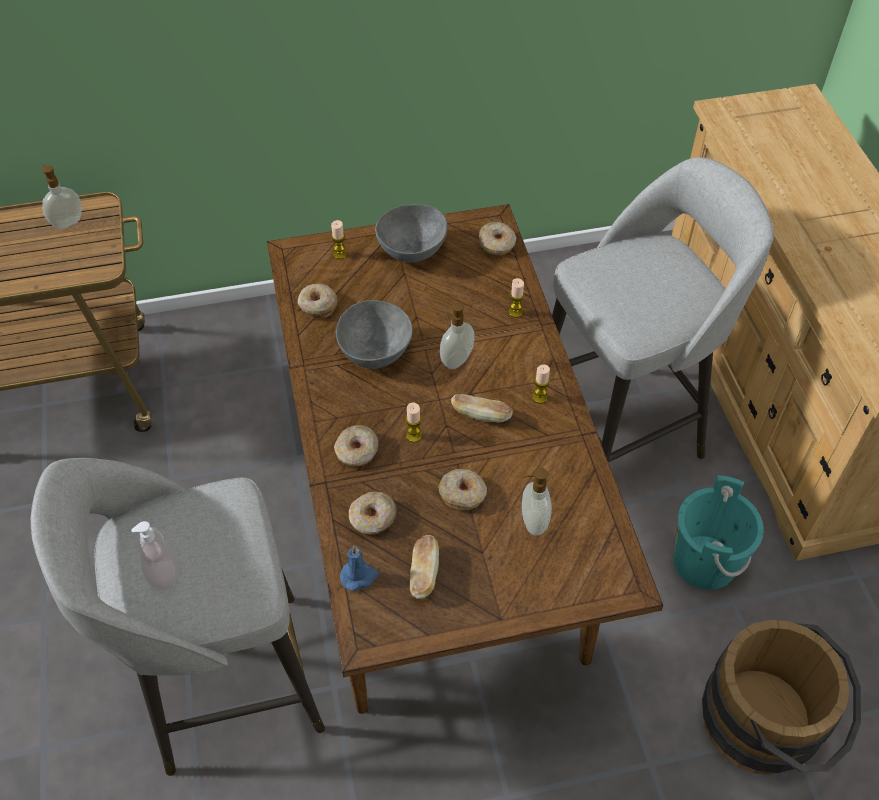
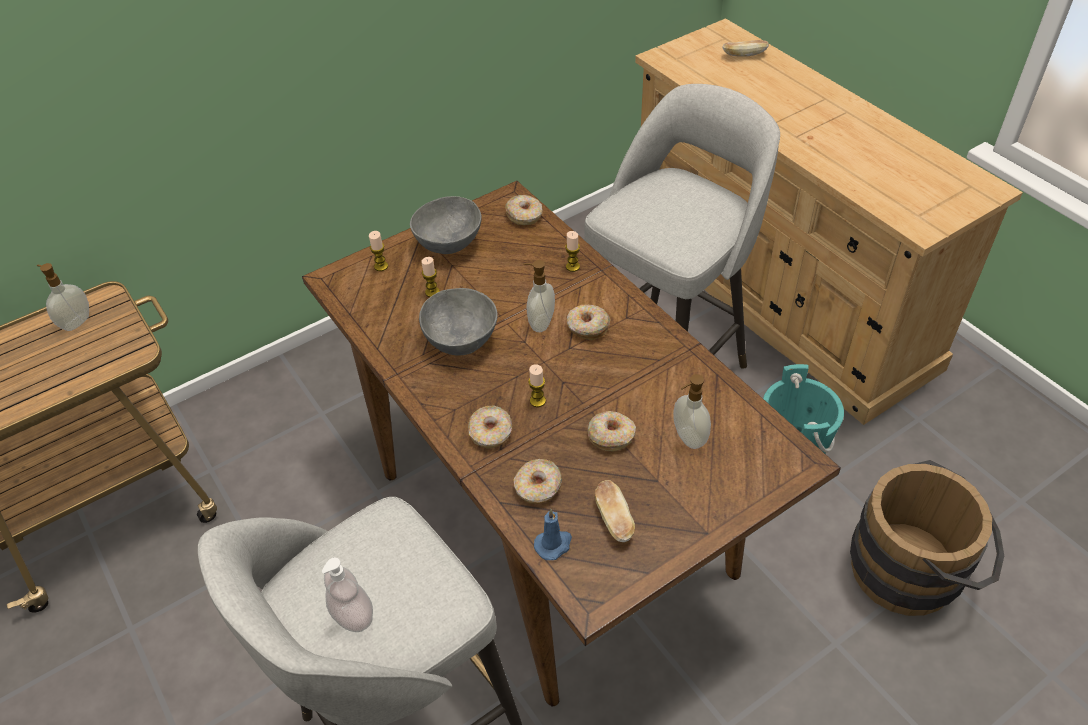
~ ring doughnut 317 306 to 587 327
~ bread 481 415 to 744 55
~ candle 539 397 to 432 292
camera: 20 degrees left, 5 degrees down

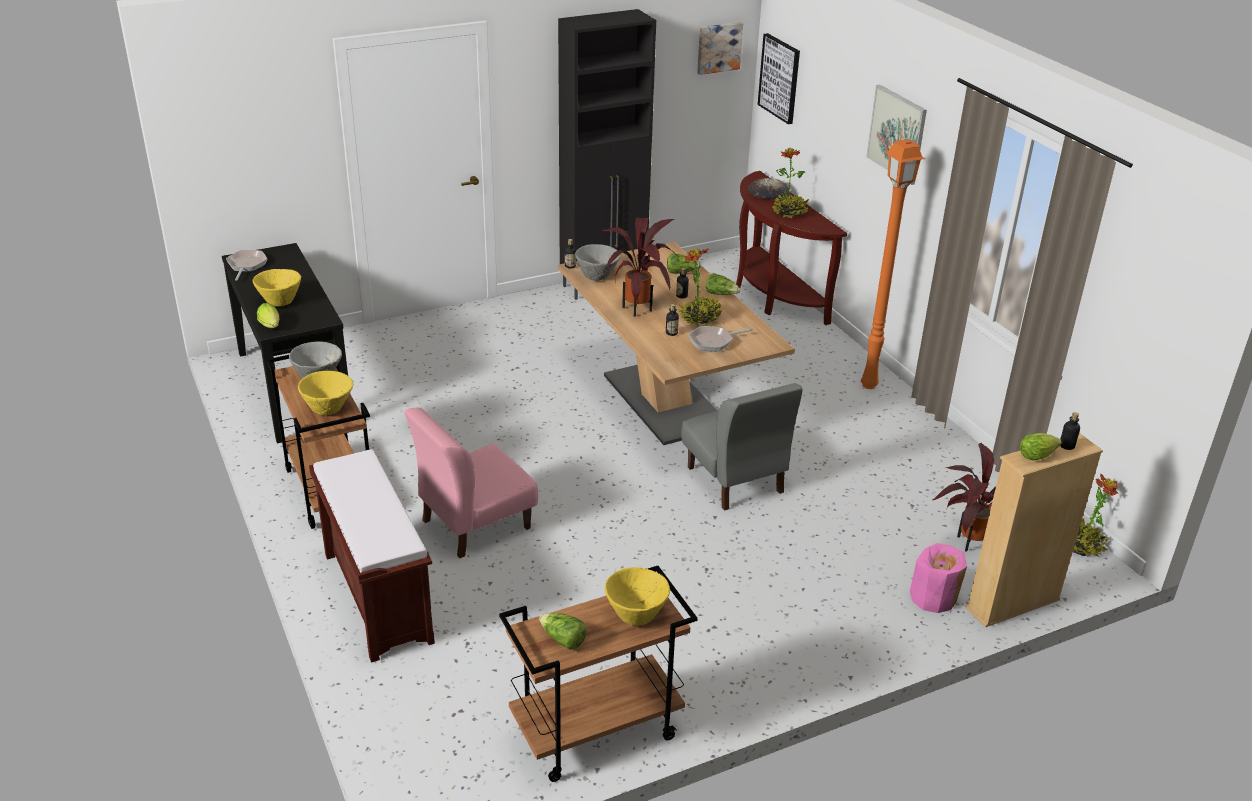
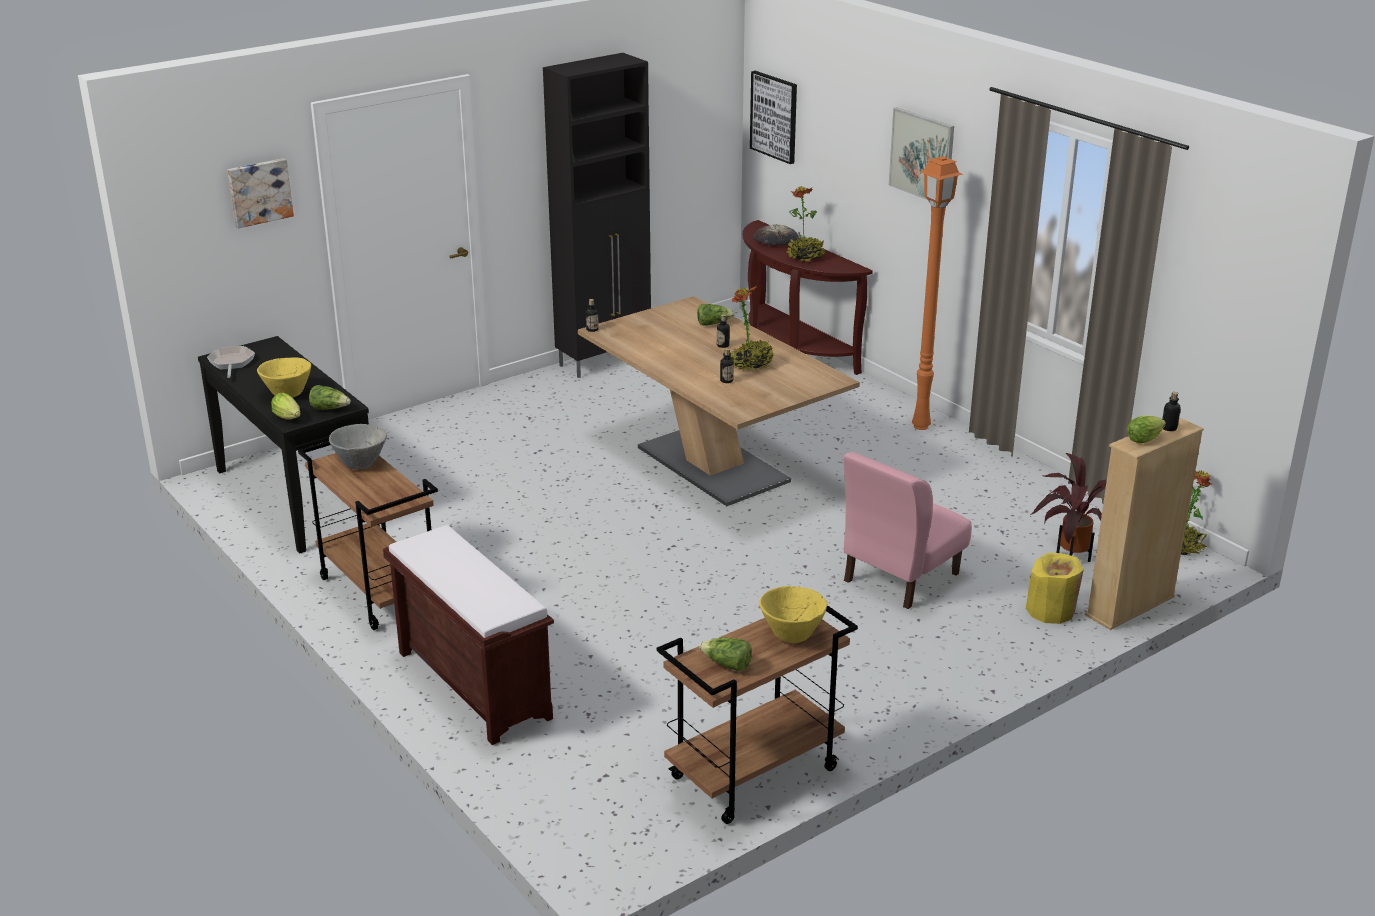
- yellowish deep dish 328 409
- gray deep dish 597 276
- houseplant 640 309
- gray plain chair 735 480
- frying pan 714 342
~ pink plain chair 475 524 to 900 577
~ wall art 718 47 to 259 192
~ lettuce 721 294 to 330 408
~ pink decorative vase 934 597 to yellowish decorative vase 1051 610
camera: 10 degrees left, 5 degrees down

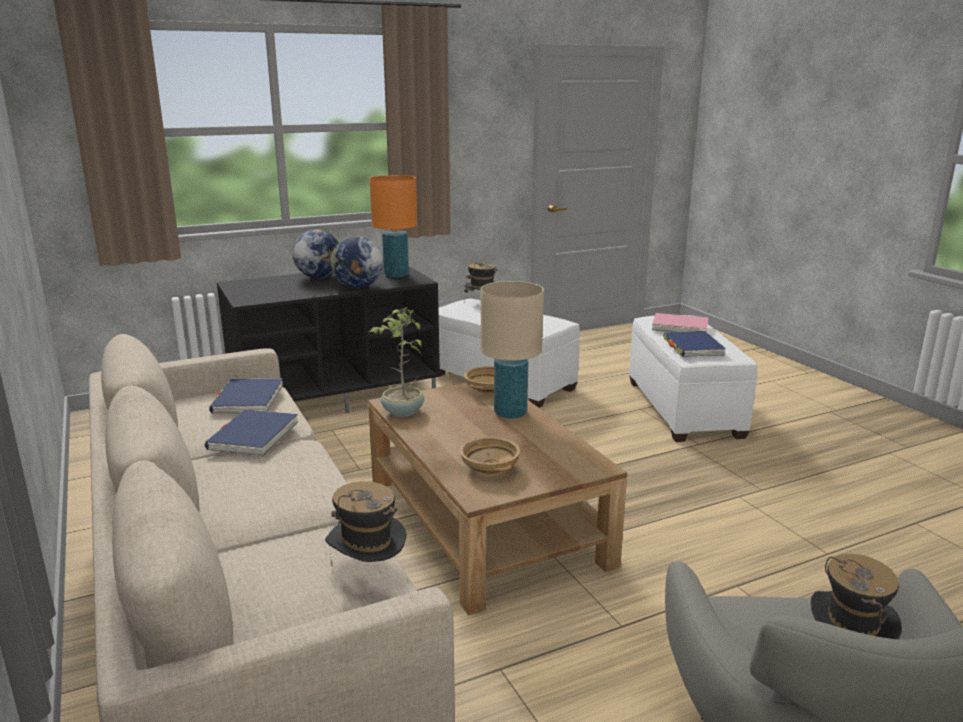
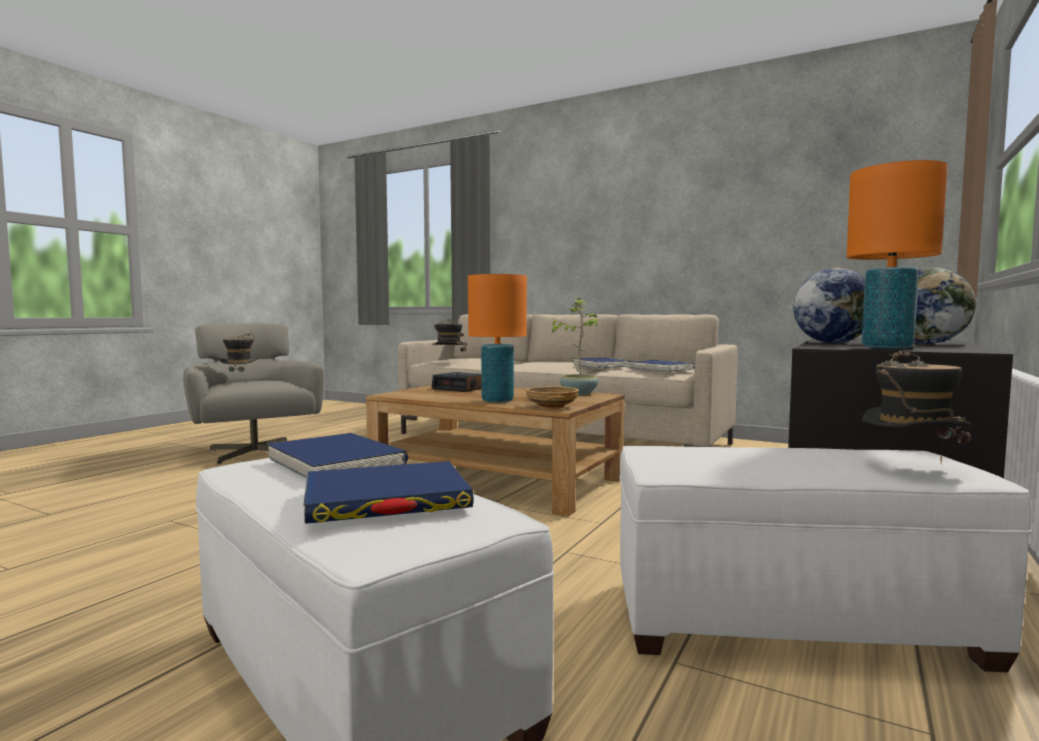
~ beige deep dish 489 467 to alarm clock 461 388
~ beige lamp for a table 510 413 to orange lamp for a table 498 401
~ pink volume 680 327 to blue volume 386 500
camera: 145 degrees right, 15 degrees down

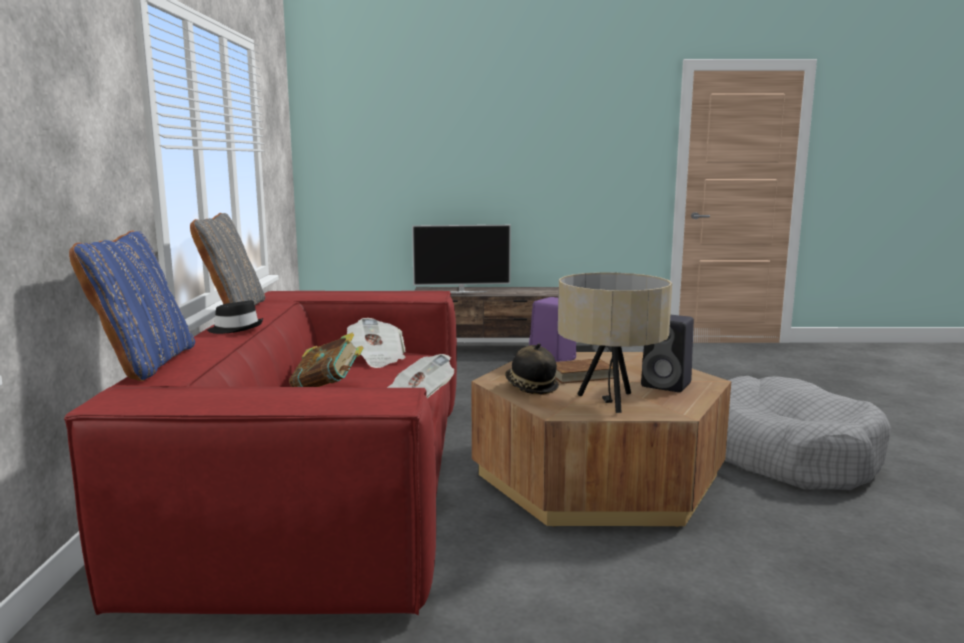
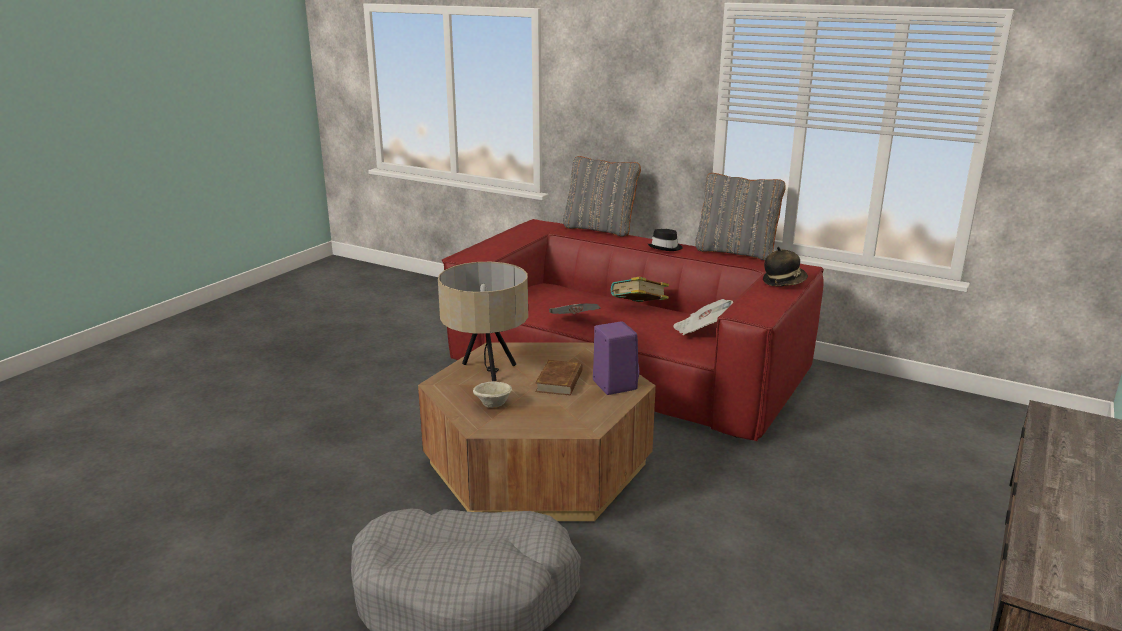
- TV 461 292
~ hat 530 387 to 783 282
~ black-coloured audio speaker 668 385 to beige deep dish 492 405
~ blue cushion 144 364 to gray cushion 600 229
camera: 120 degrees right, 10 degrees up

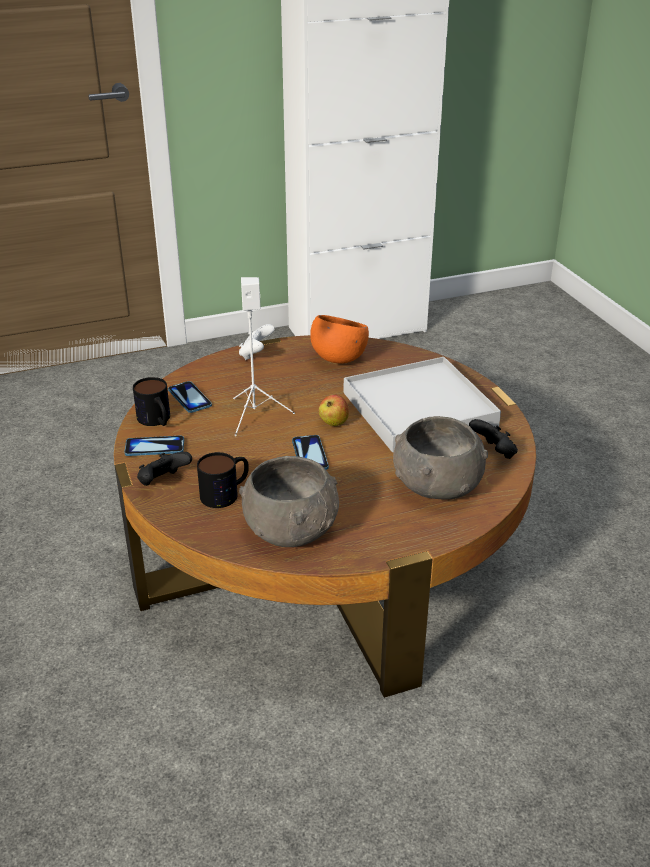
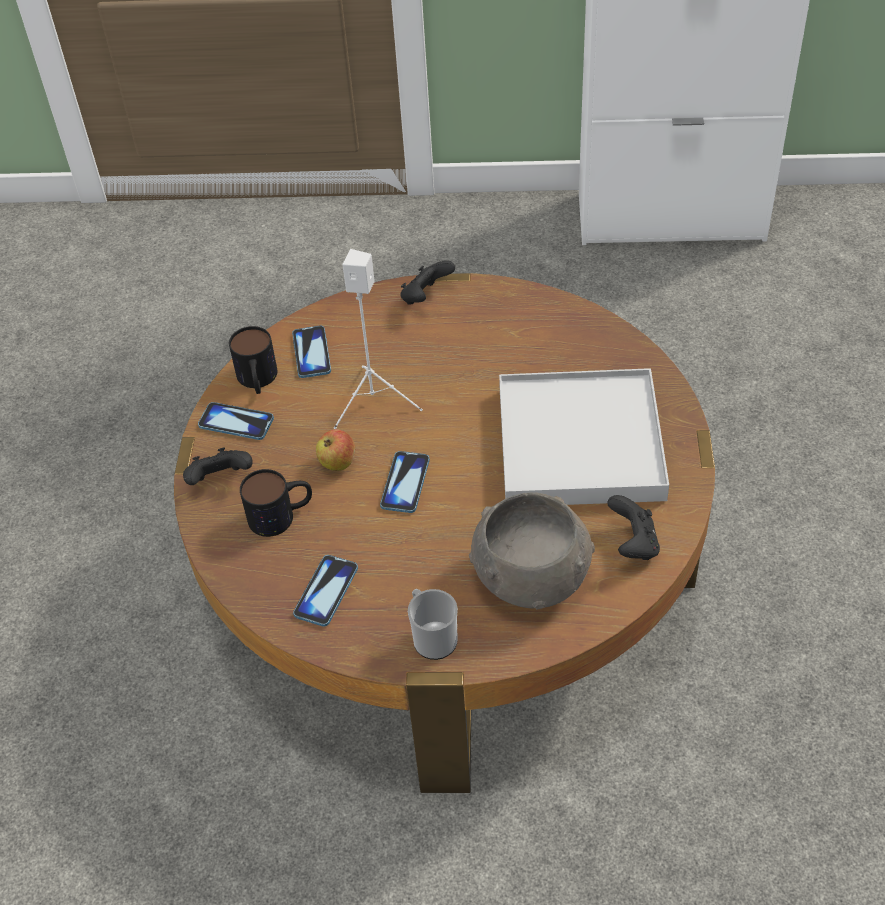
- orange deep dish 338 359
+ tea mug 432 637
~ apple fruit 333 422 to 337 462
~ gray deep dish 291 529 to phone 326 591
~ whitish game controller 256 354 to black-coloured game controller 426 297
camera: 25 degrees right, 15 degrees up

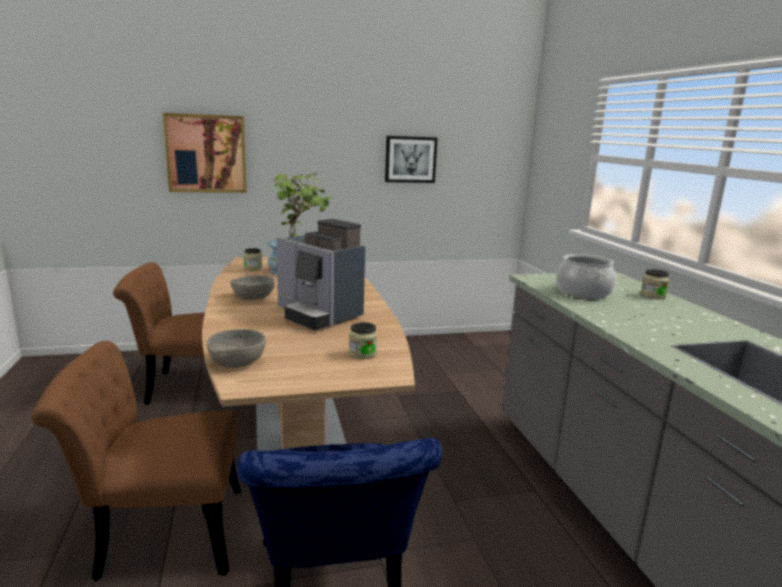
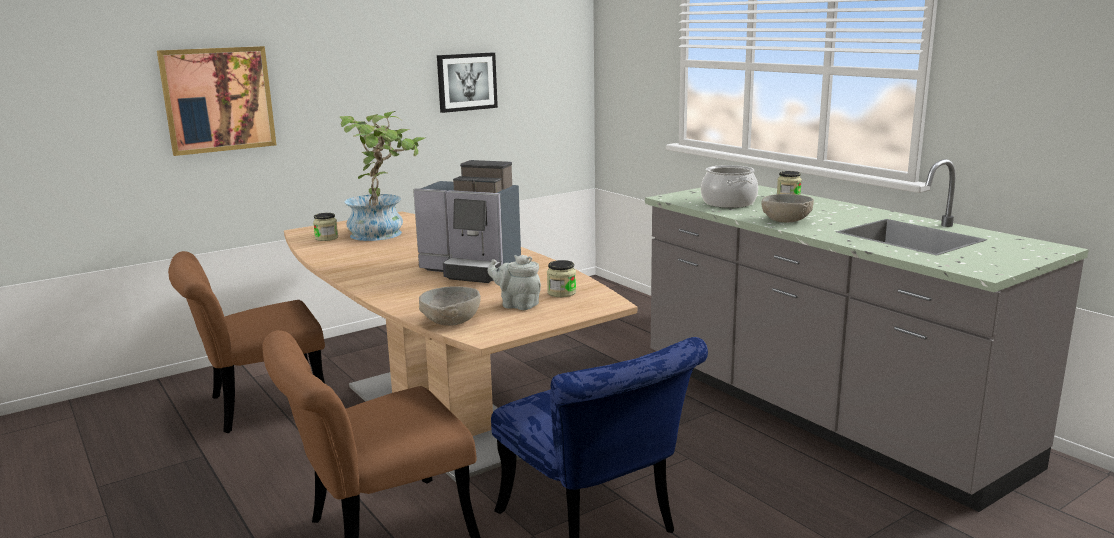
+ gray pot for tea 517 305
~ gray deep dish 253 297 to 786 220
camera: 20 degrees left, 0 degrees up

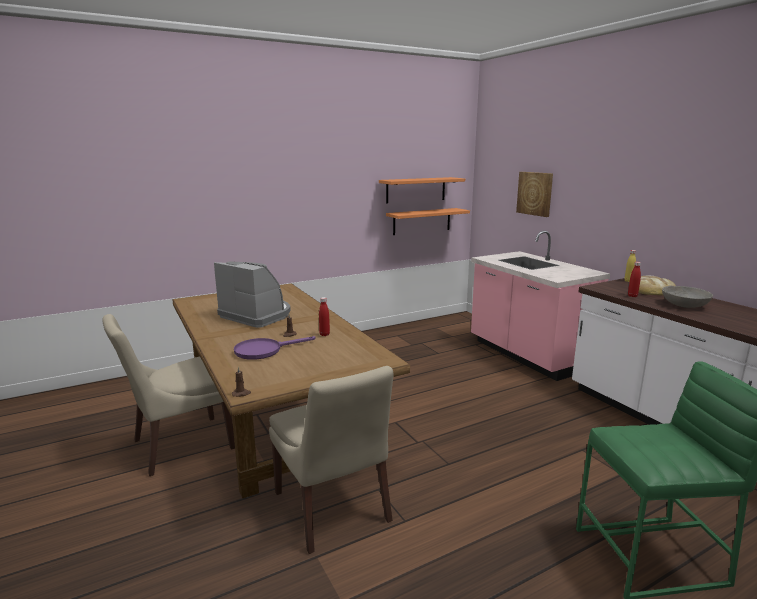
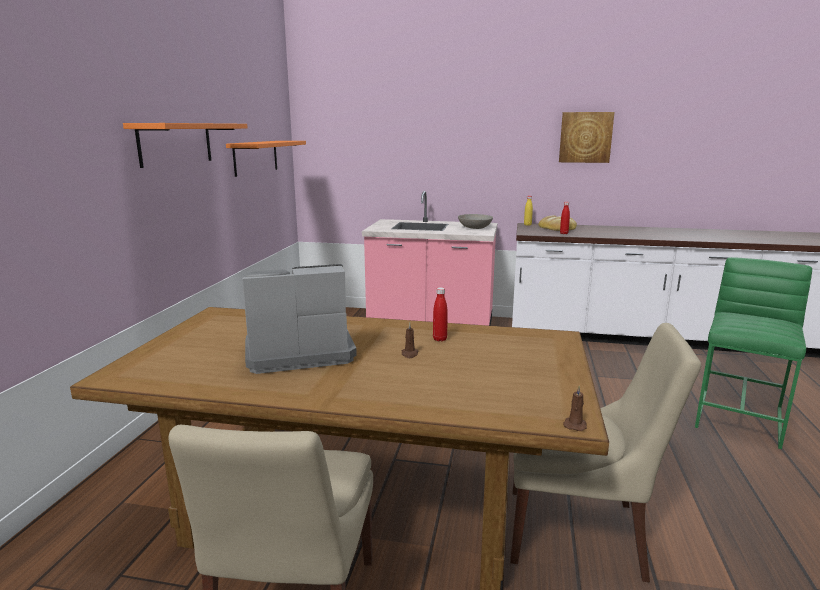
- purplish frying pan 264 350
~ orange bracket shelf 422 221 to 176 143
~ wall art 535 193 to 585 137
~ gray deep dish 684 305 to 474 227
camera: 50 degrees left, 0 degrees up

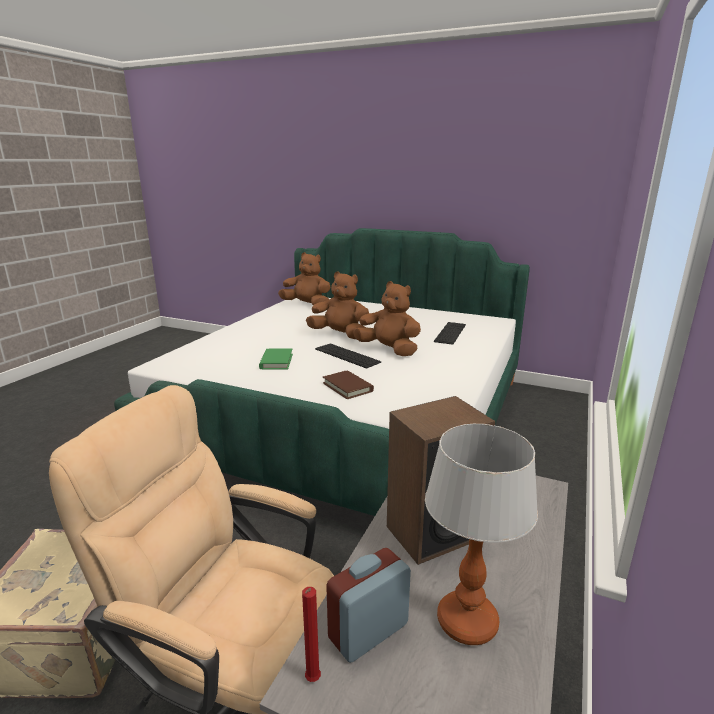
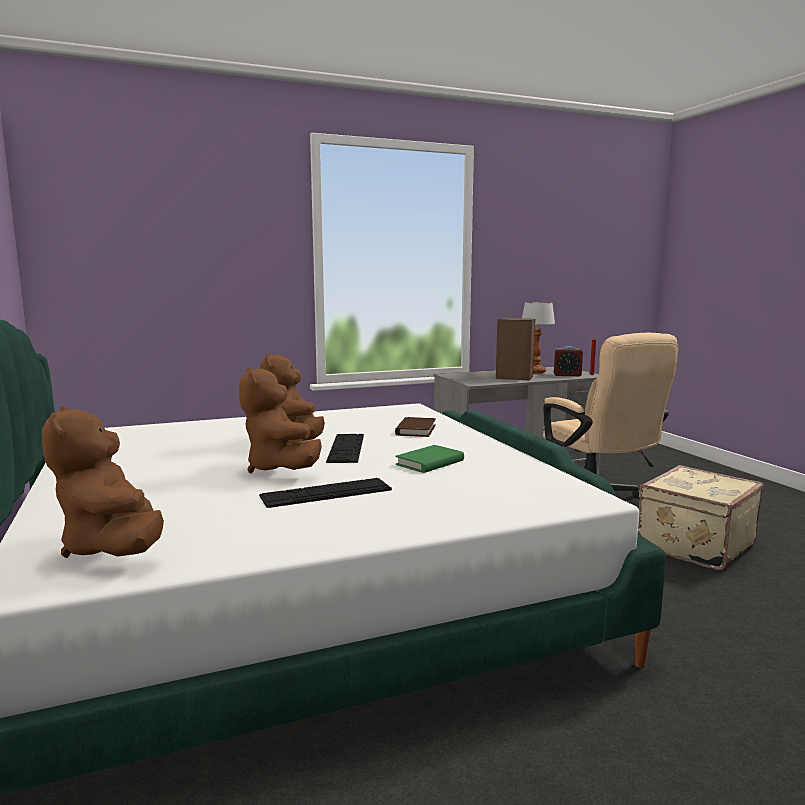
~ computer keyboard 450 333 to 326 493
camera: 135 degrees left, 10 degrees down

